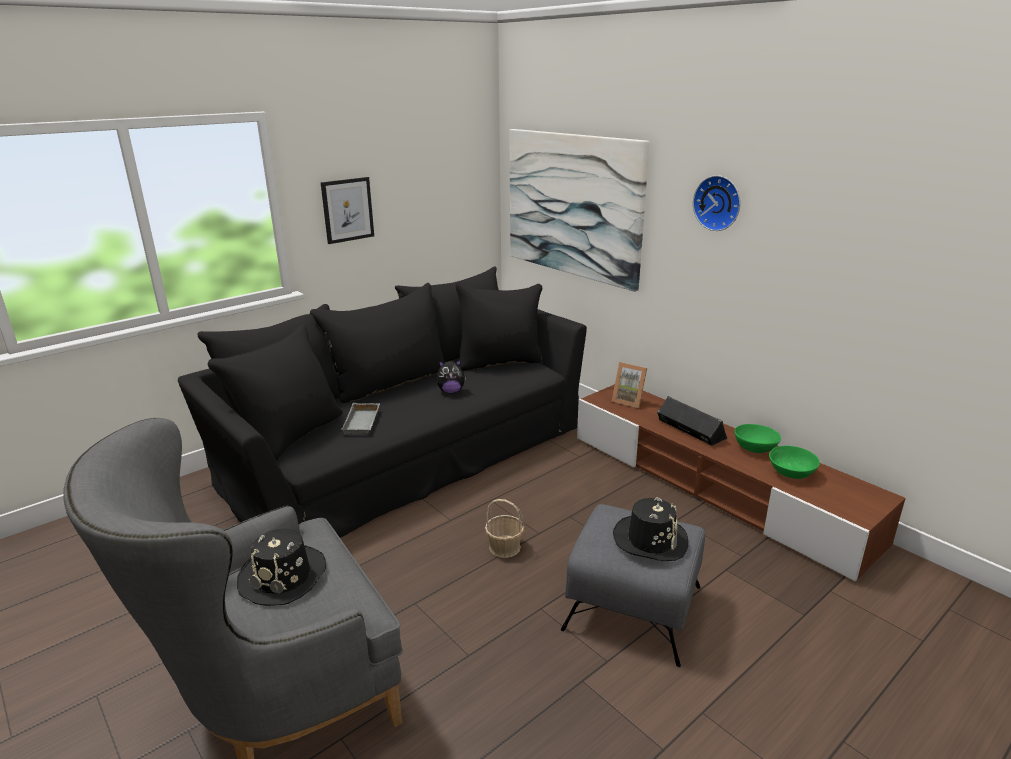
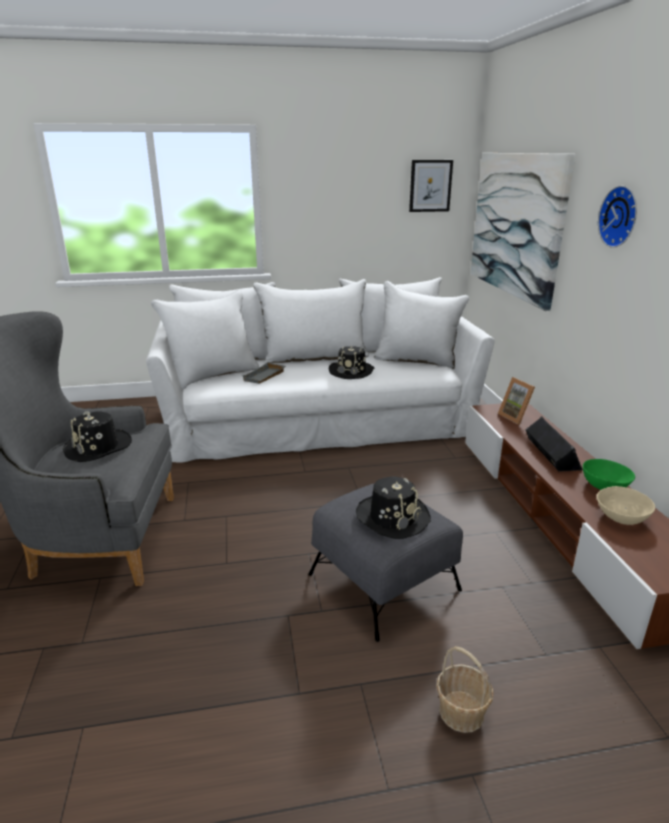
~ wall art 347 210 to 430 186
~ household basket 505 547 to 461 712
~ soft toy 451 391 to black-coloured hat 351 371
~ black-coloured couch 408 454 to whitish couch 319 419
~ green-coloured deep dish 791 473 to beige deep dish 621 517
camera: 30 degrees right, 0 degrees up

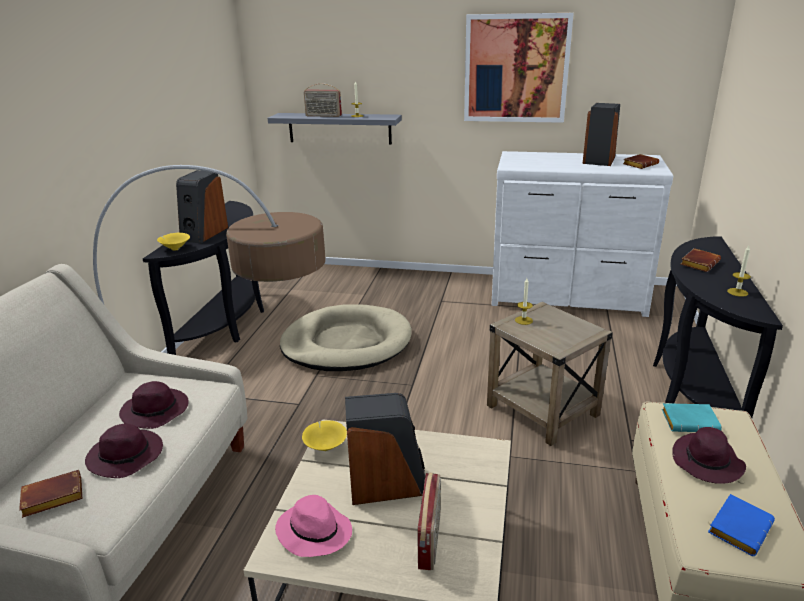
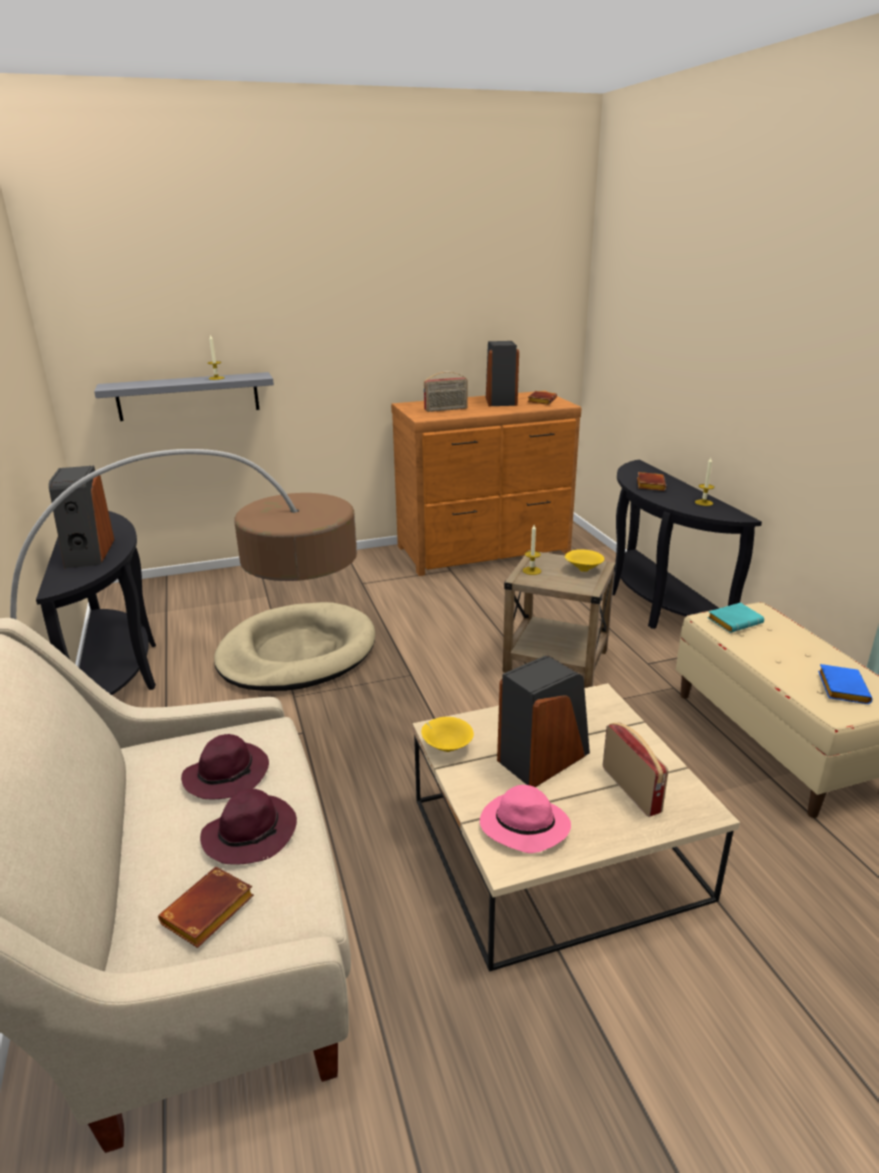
- wall art 516 69
- purplish hat 707 462
~ yellowish deep dish 175 249 to 582 570
~ radio 323 116 to 446 409
~ whitish drawer chest 568 296 to brownish drawer chest 484 550
camera: 30 degrees left, 0 degrees up

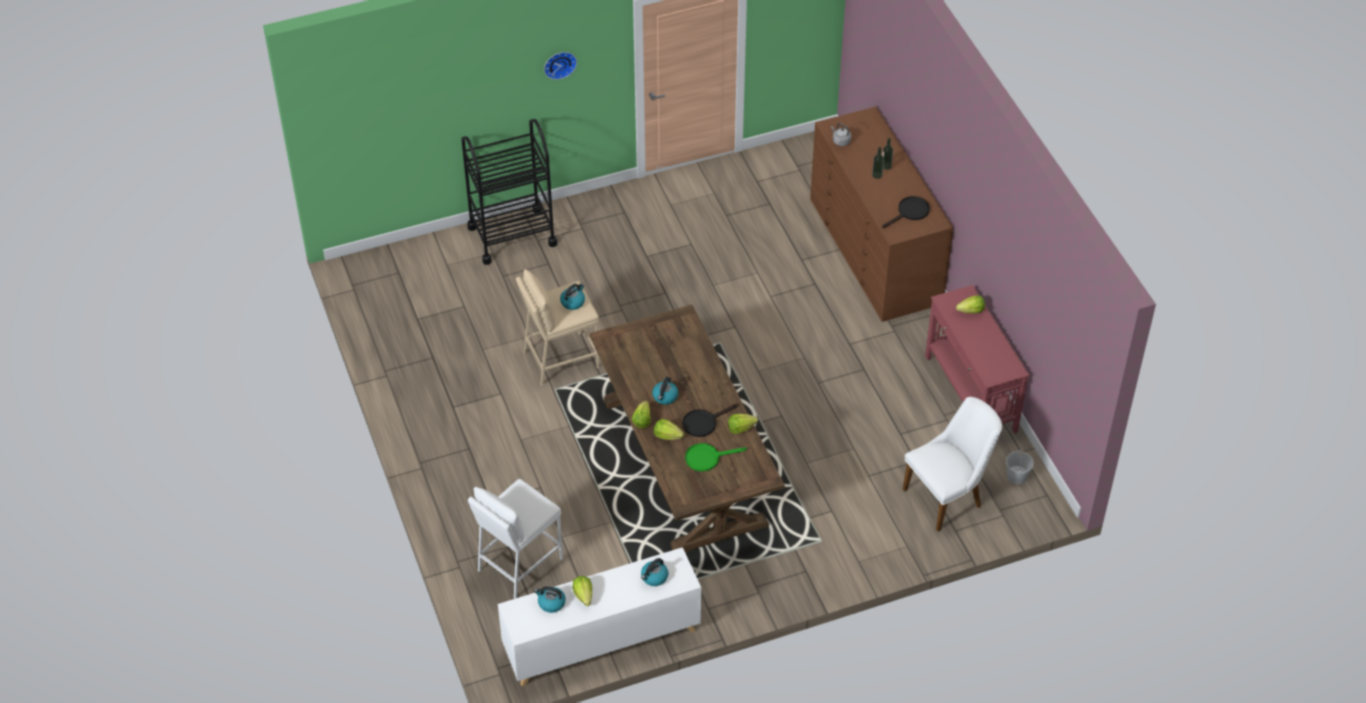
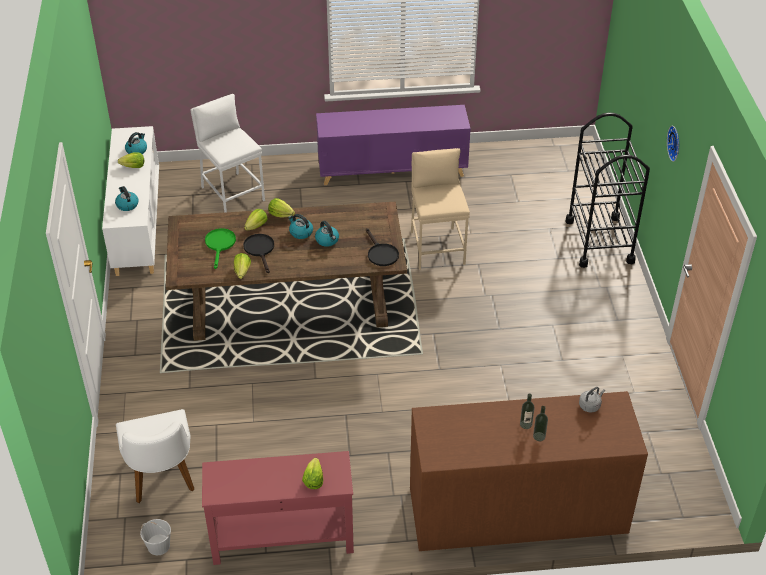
+ purplish cabinet 392 170
~ kettle 573 302 to 327 240
~ black-coloured frying pan 910 212 to 381 253
camera: 105 degrees right, 5 degrees down

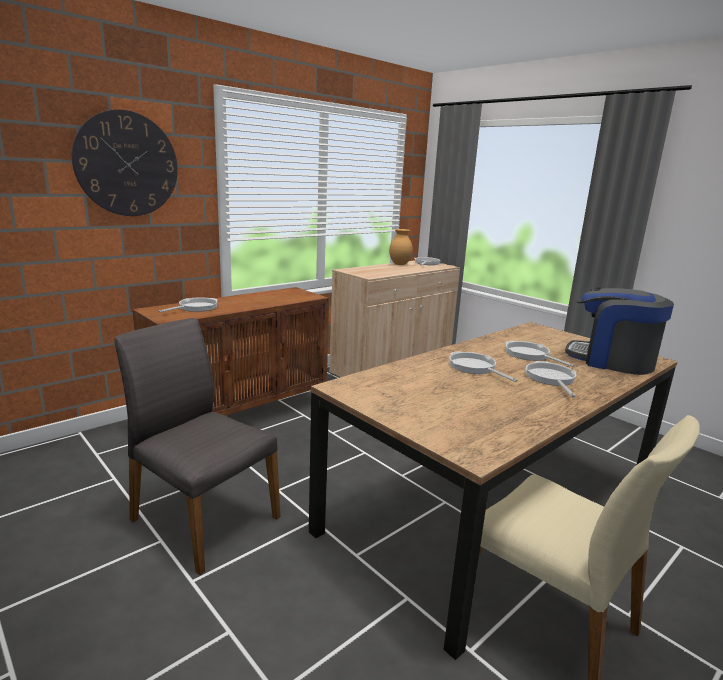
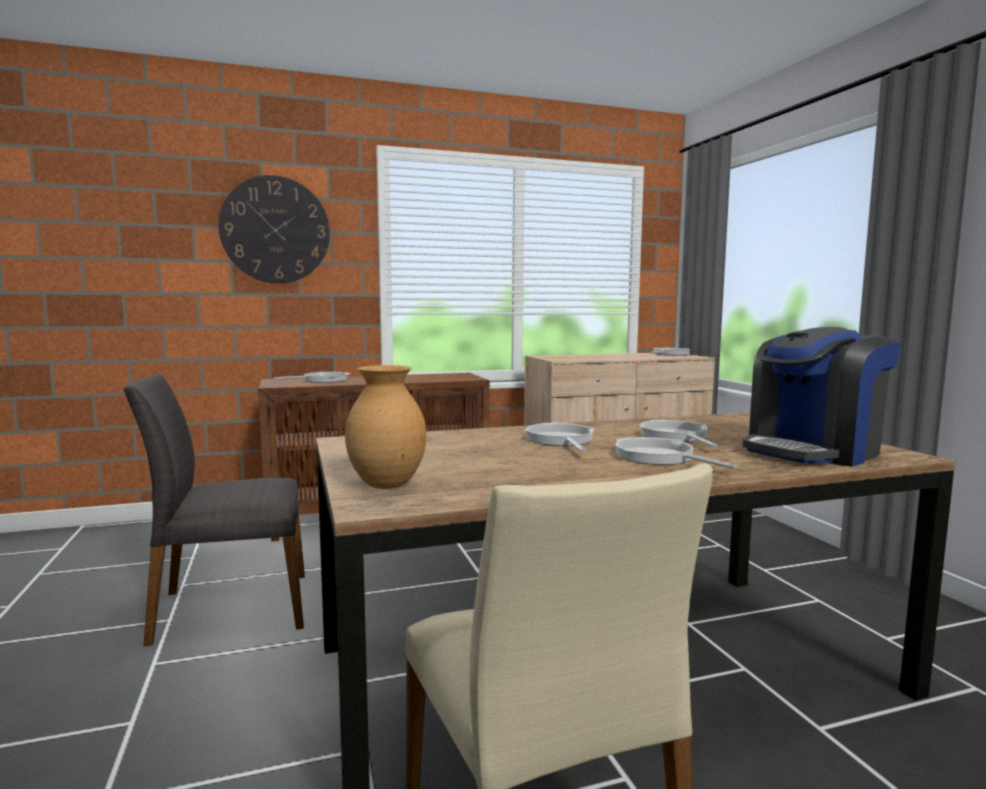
~ brownish decorative vase 399 264 to 386 485
~ gray plain chair 202 518 = 230 608 75 degrees counterclockwise
~ frying pan 550 379 = 658 458 60 degrees counterclockwise
~ coffee brewer 611 361 = 812 451 90 degrees counterclockwise
camera: 25 degrees right, 10 degrees down

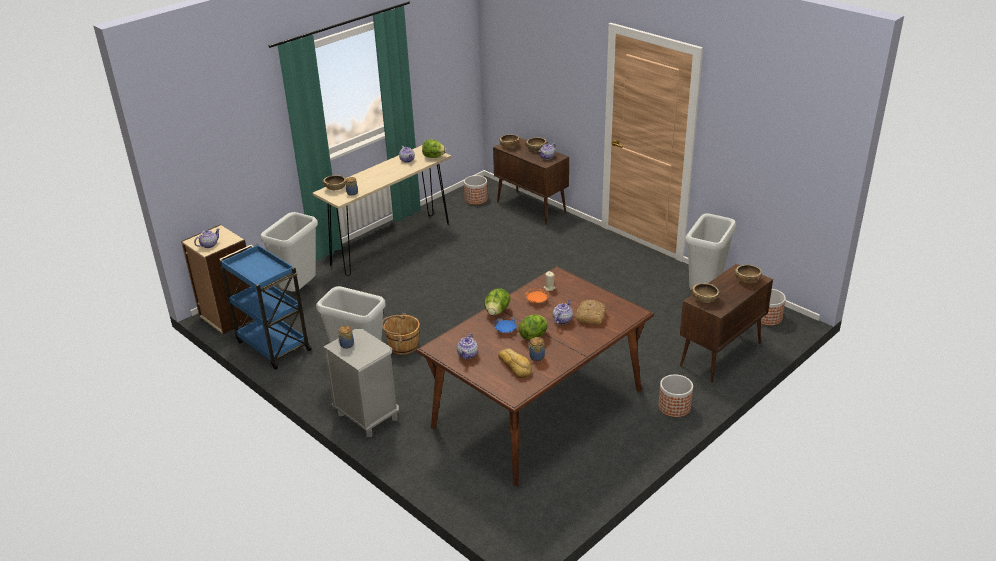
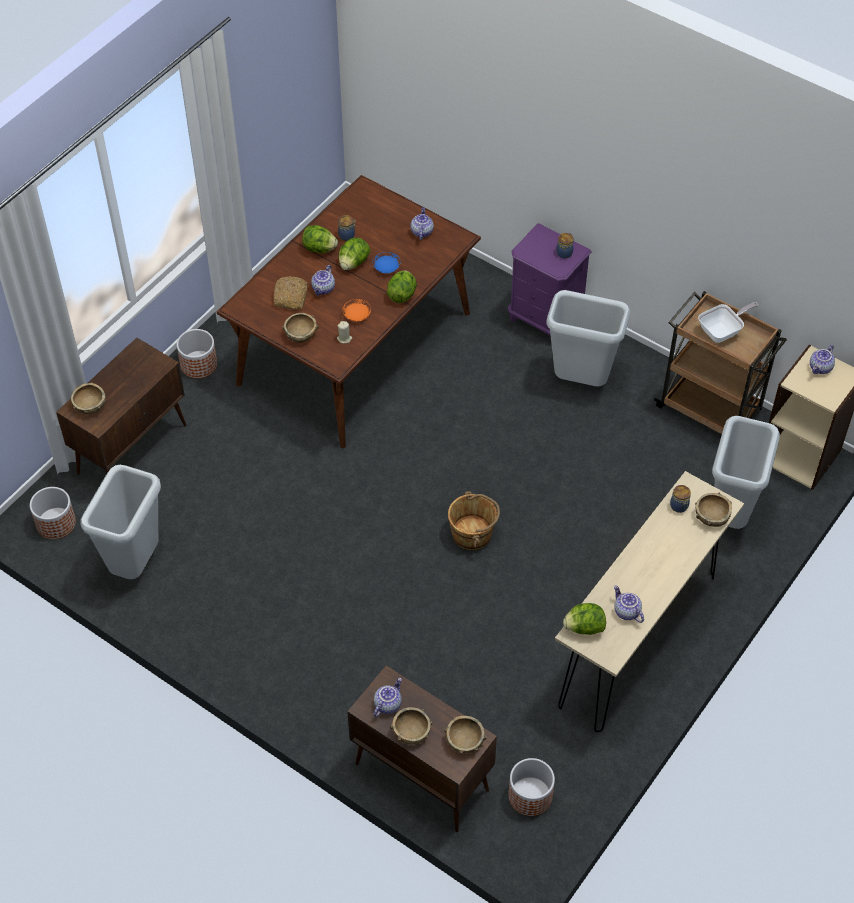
- bread 515 366
+ lettuce 319 249
+ frying pan 723 331
~ brownish bucket 402 346 to 472 533
~ brownish deep dish 704 299 to 301 334
~ blue trolley 272 345 to brownish trolley 710 410
~ gray bedside table 367 417 to purplish bedside table 545 319
camera: 170 degrees right, 20 degrees up

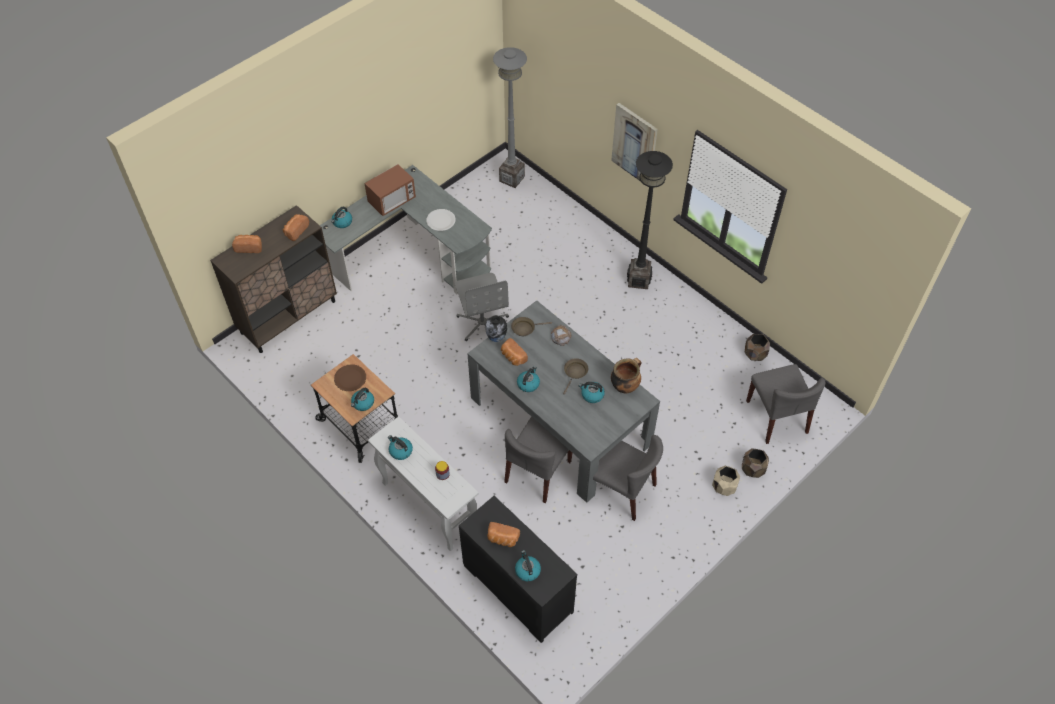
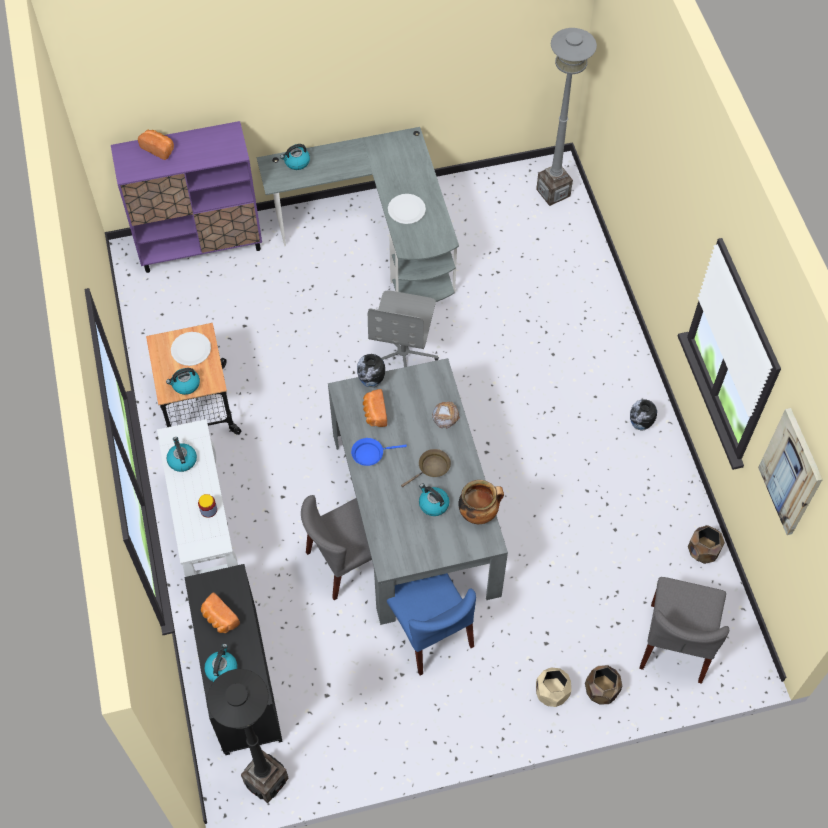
- bread 295 231
- microwave 392 201
- brownish frying pan 525 328
+ decorative vase 640 425
~ wall art 634 144 to 791 472
~ black-coloured standard lamp 638 280 to 266 780
~ kettle 528 384 to blue frying pan 370 454
~ brownish cabinet 289 317 to purplish cabinet 200 245
~ brownish plate 350 378 to whitish plate 191 349
~ gray plain chair 622 490 to blue plain chair 430 631
camera: 30 degrees right, 5 degrees up

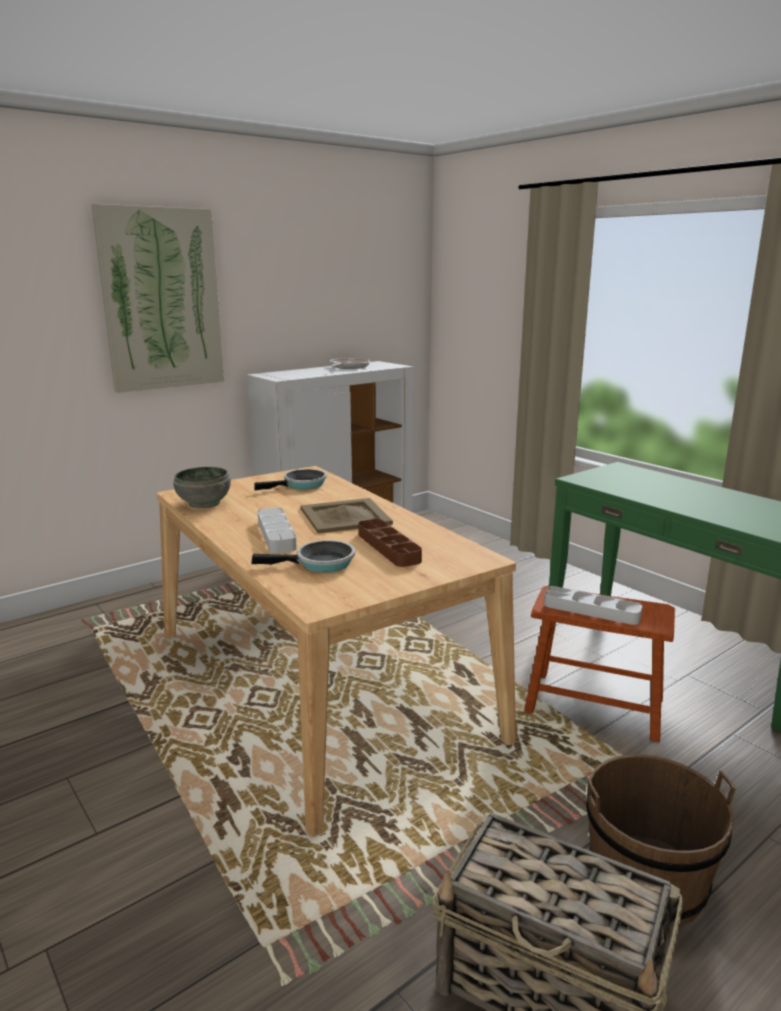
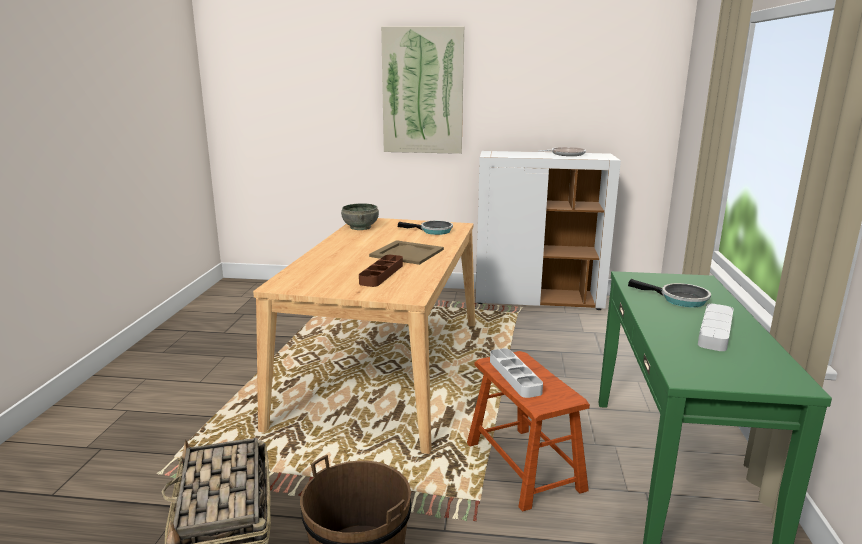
~ frying pan 320 563 to 679 299
~ gray tray 276 534 to 715 331
camera: 45 degrees right, 0 degrees up

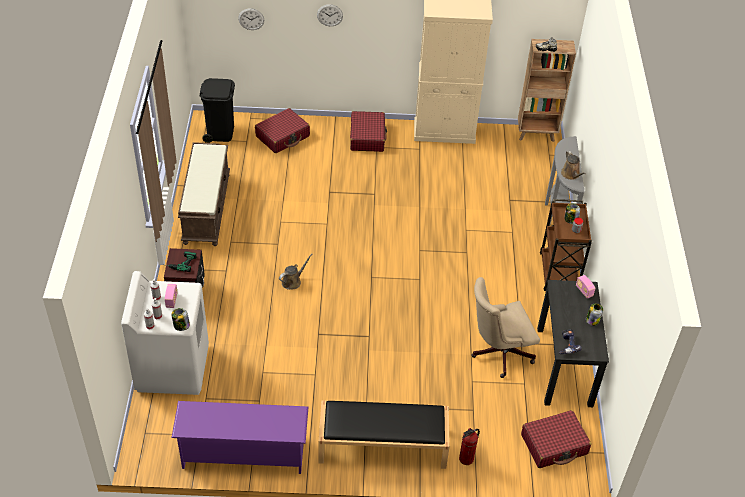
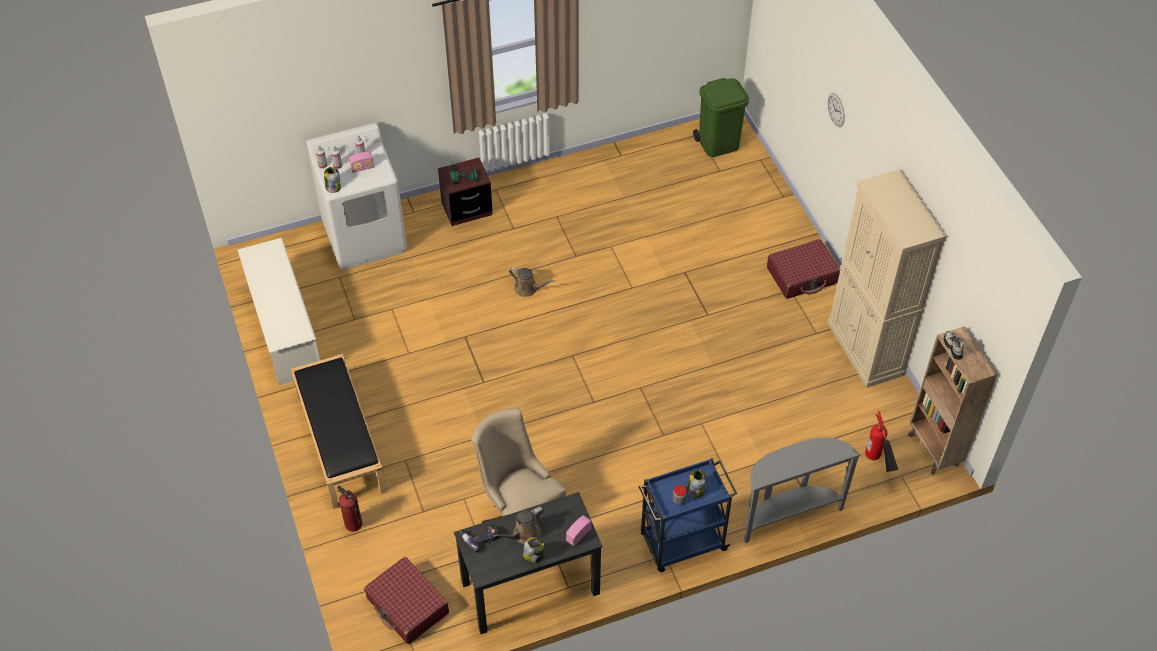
- brownish long seat 206 208
- wall clock 251 19
- red-coloured travel case 283 136
+ extinguisher 878 466
~ brownish watering can 571 174 to 524 534
~ purplish shoe stand 243 453 to whitish shoe stand 285 331
~ black-coloured rubbish bin 220 132 to green-coloured rubbish bin 719 144
~ brownish trolley 558 274 to blue trolley 681 543
camera: 70 degrees right, 5 degrees up

